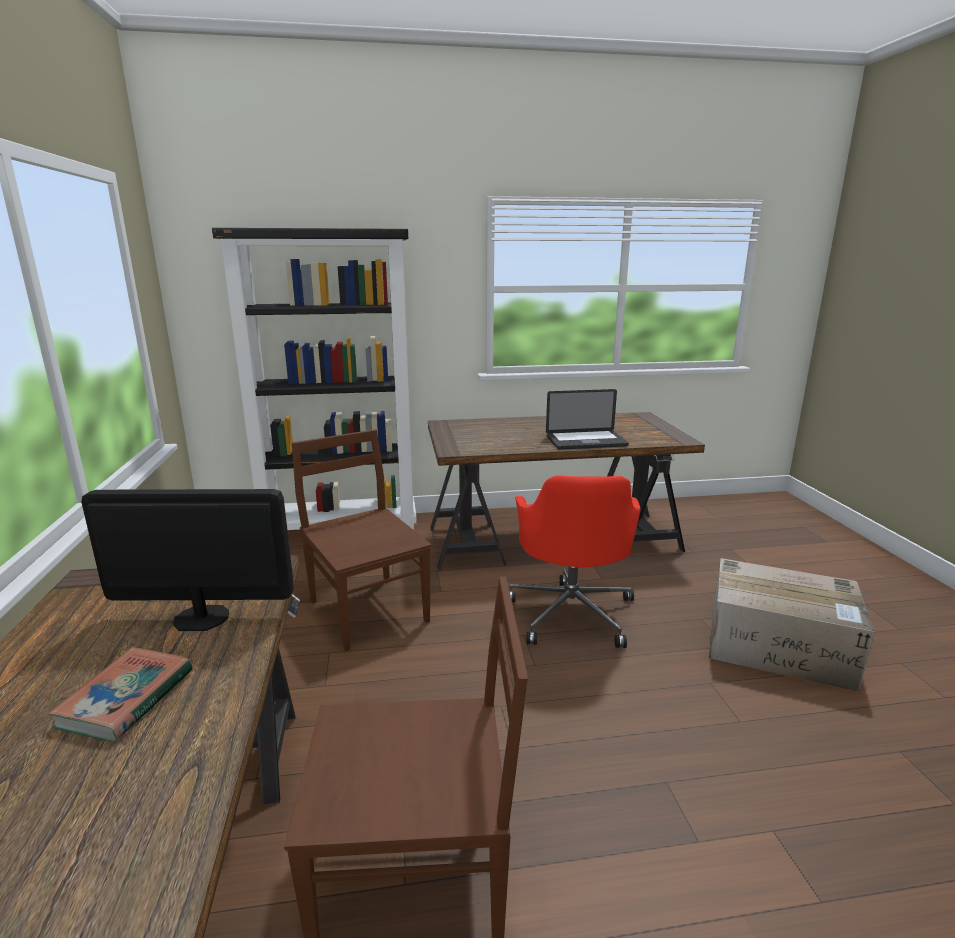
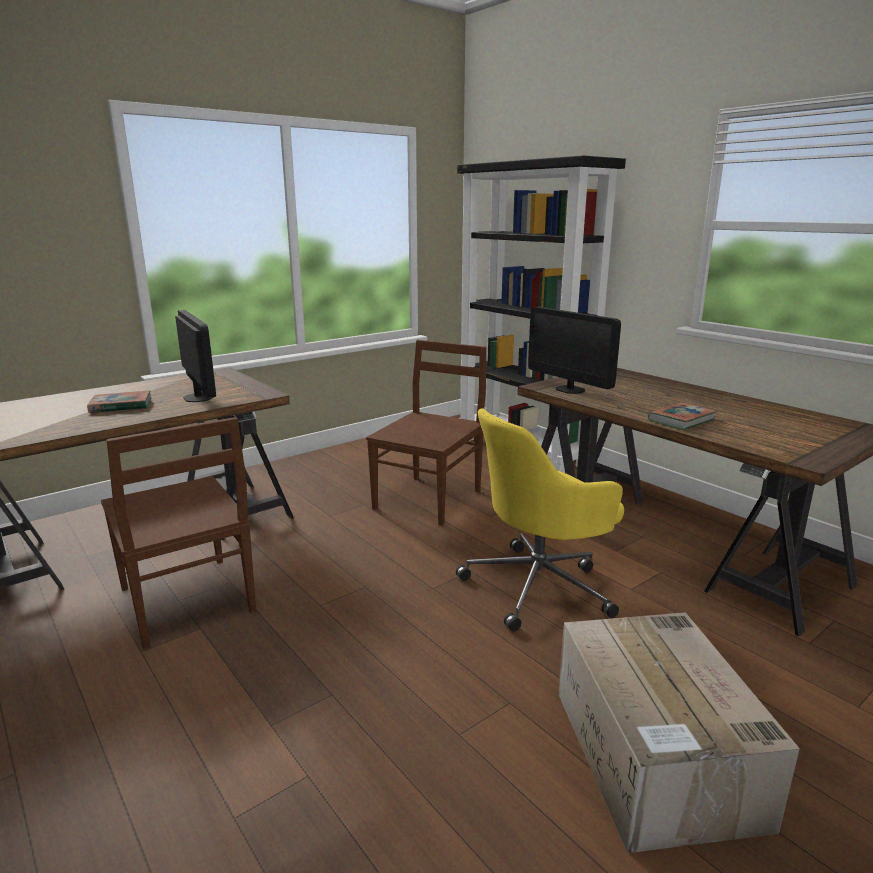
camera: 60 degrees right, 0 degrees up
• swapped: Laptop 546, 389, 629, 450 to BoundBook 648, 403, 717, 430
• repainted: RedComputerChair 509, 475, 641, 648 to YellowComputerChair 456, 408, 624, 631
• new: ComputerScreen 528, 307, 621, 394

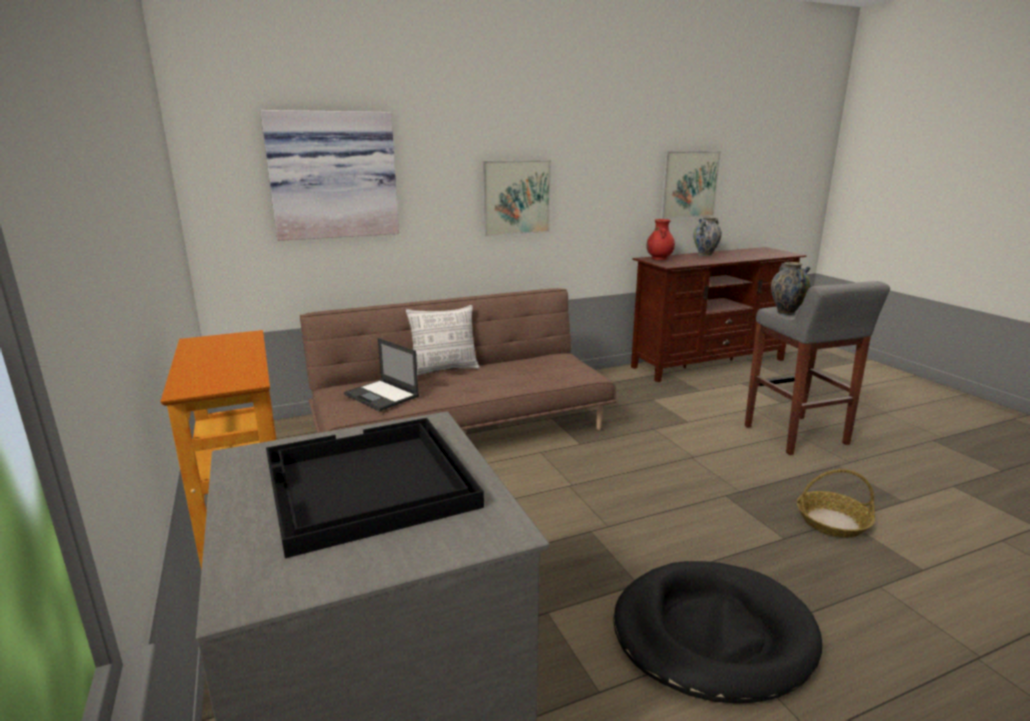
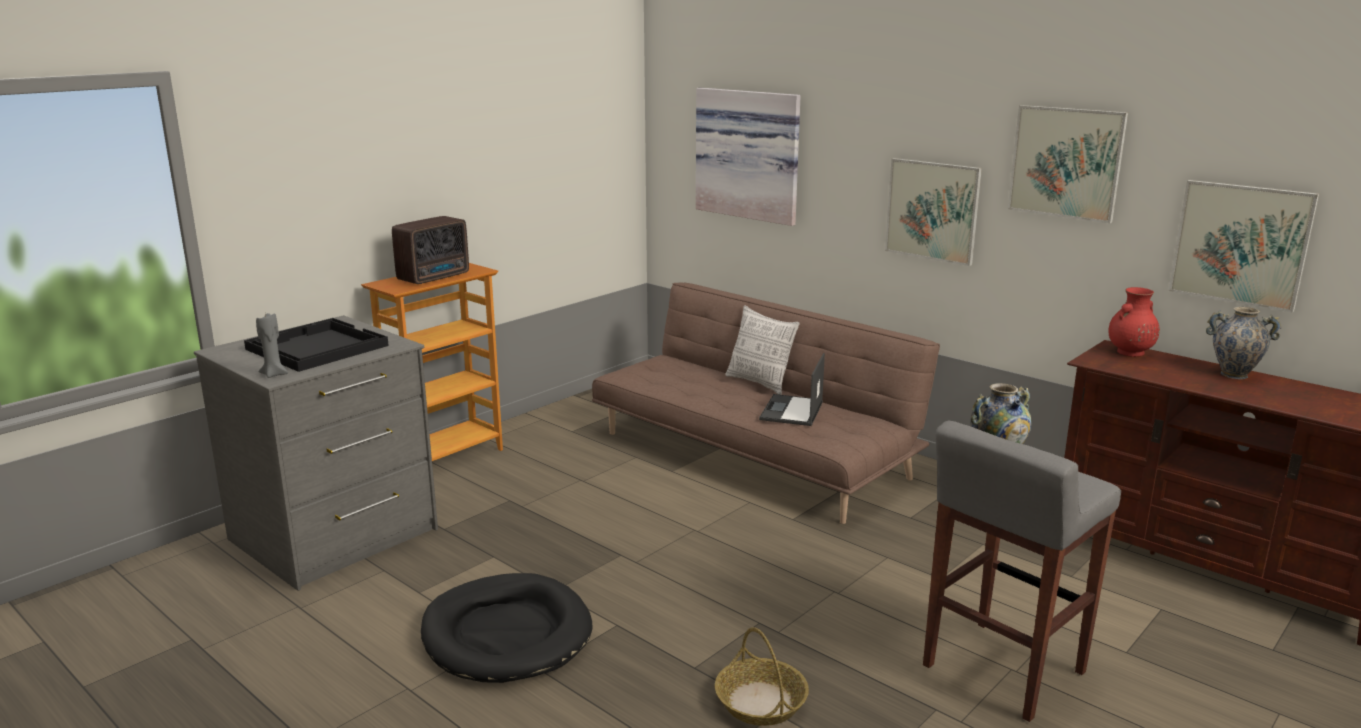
camera: 65 degrees right, 0 degrees up
• shifted: Laptop 344, 338, 419, 411 to 759, 353, 825, 426
• new: WallArt 1008, 105, 1128, 223
• new: RadioReceiver 392, 216, 469, 284
• new: GreyWaxCandle 256, 313, 288, 378

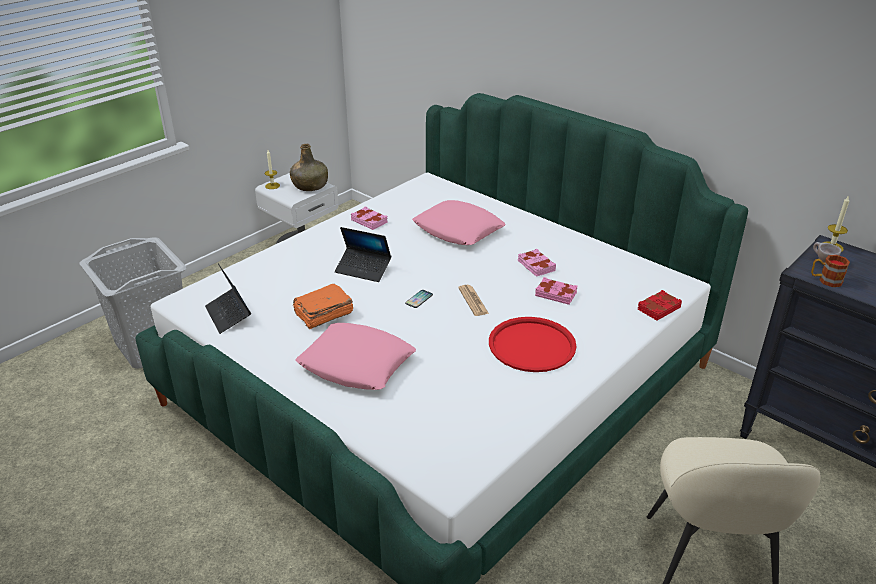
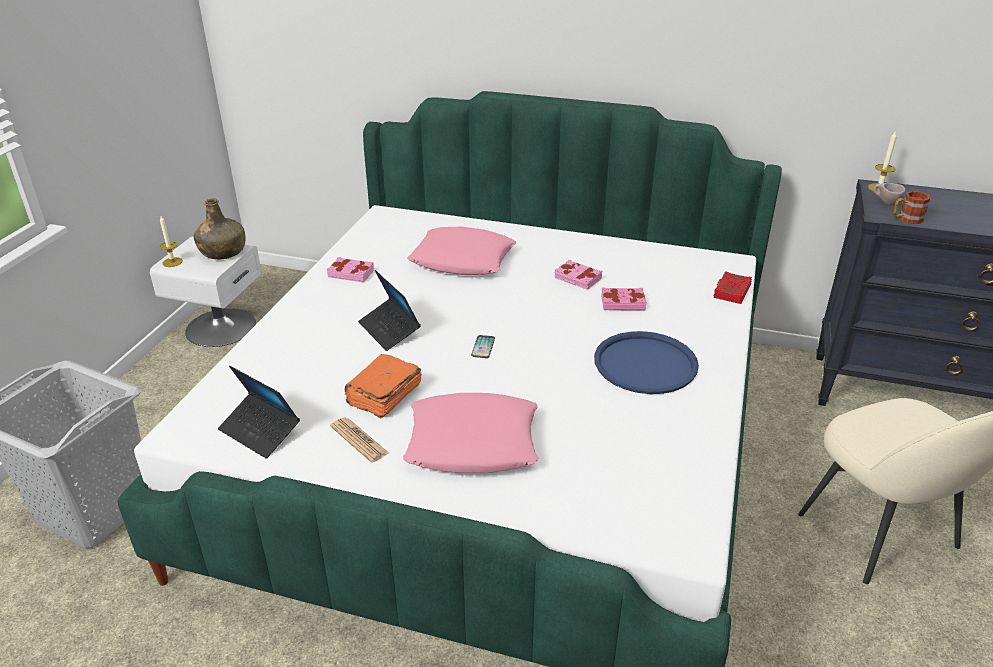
camera: 25 degrees left, 0 degrees up
• rotated: Laptop 335, 227, 391, 282 = 358, 270, 421, 351 60 degrees clockwise
• shifted: PrintedPaper 458, 285, 489, 316 to 330, 417, 389, 463
• repainted: RedServingTray 489, 317, 577, 372 to BlueServingTray 594, 331, 699, 394

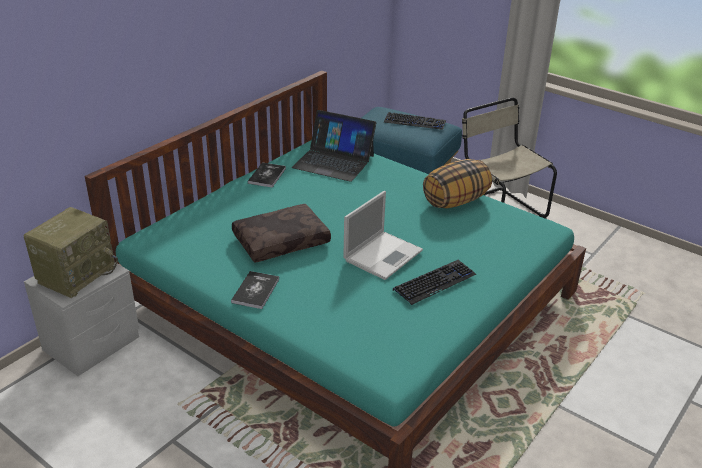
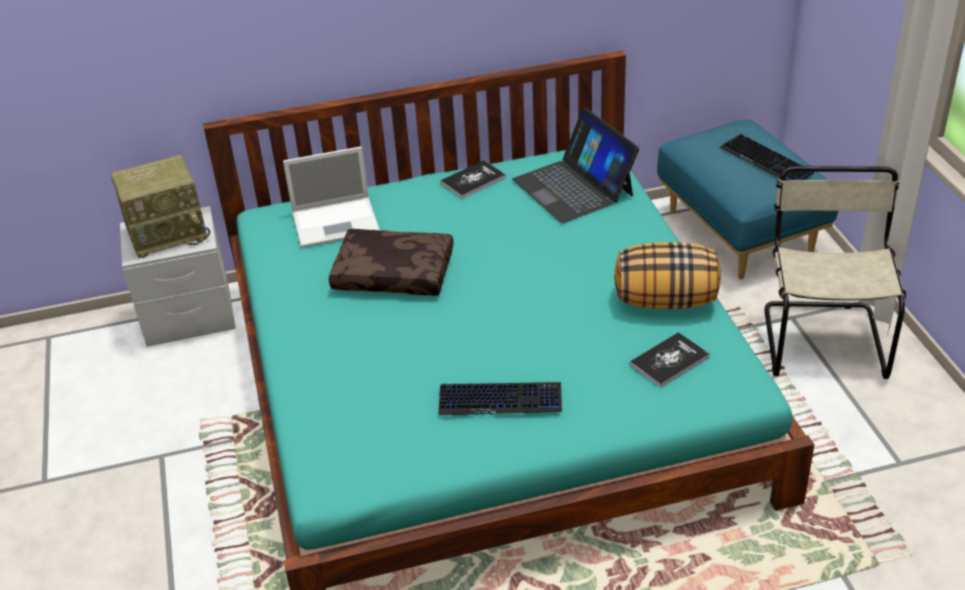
camera: 40 degrees right, 5 degrees up
• shifted: Laptop 343, 191, 423, 280 to 283, 146, 380, 248
• shifted: BoundBook 231, 271, 279, 309 to 630, 332, 710, 388

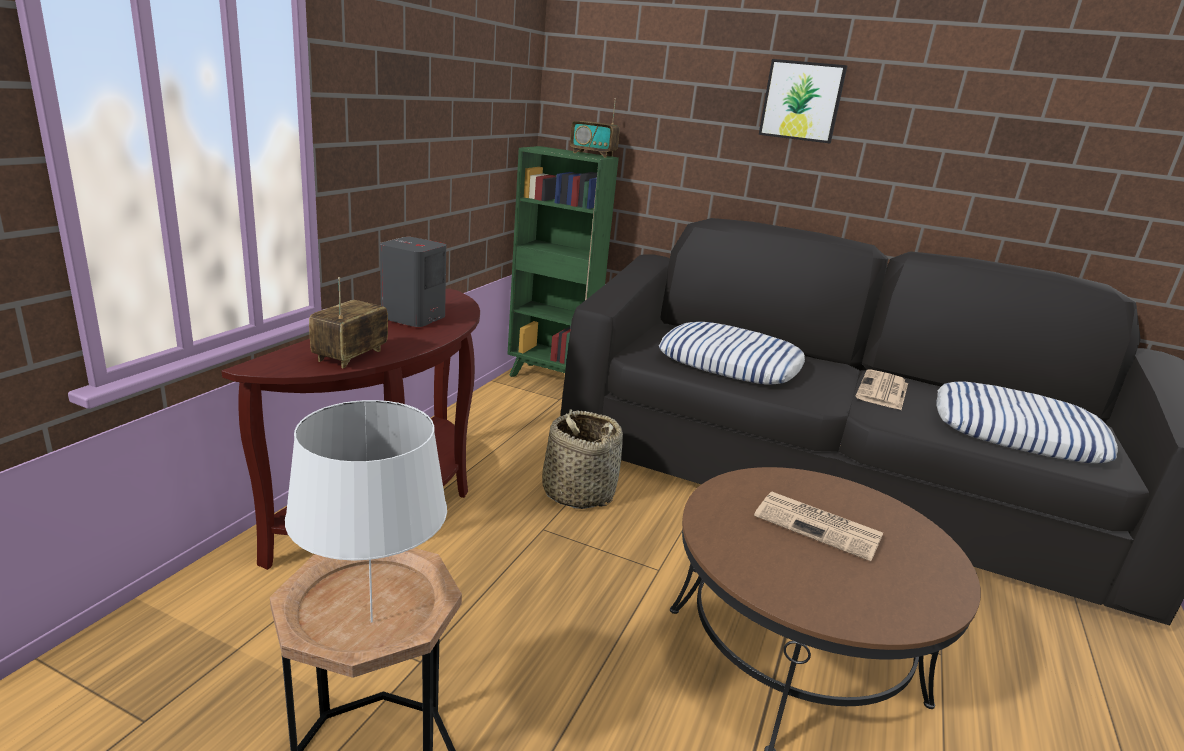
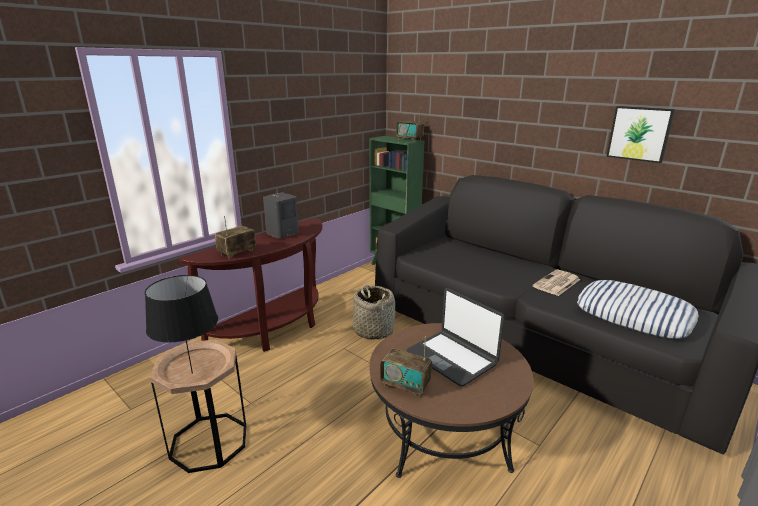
camera: 20 degrees right, 0 degrees up
• shifted: WallArt 759, 59, 847, 143 to 606, 106, 675, 163
• gone: ThrowPillow 659, 322, 805, 384
• repainted: WhiteColouredTabletopLamp 285, 400, 447, 623 to BlackishTabletopLamp 145, 275, 218, 374
• swapped: PrintedPaper 754, 492, 883, 561 to Laptop 407, 288, 505, 387
• new: RadioReceiver 380, 337, 432, 397

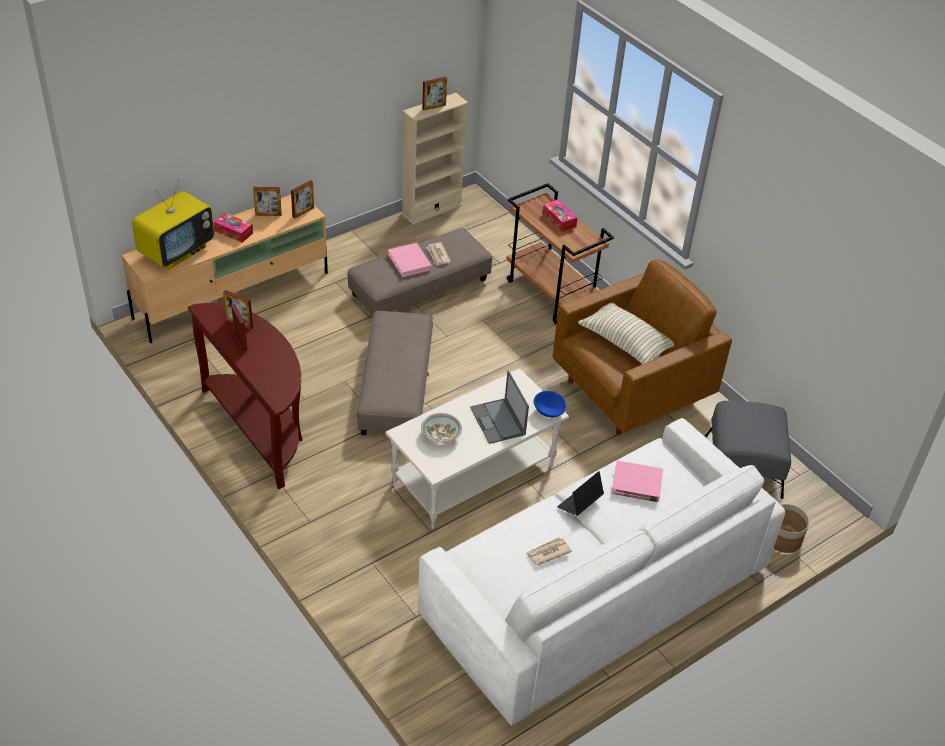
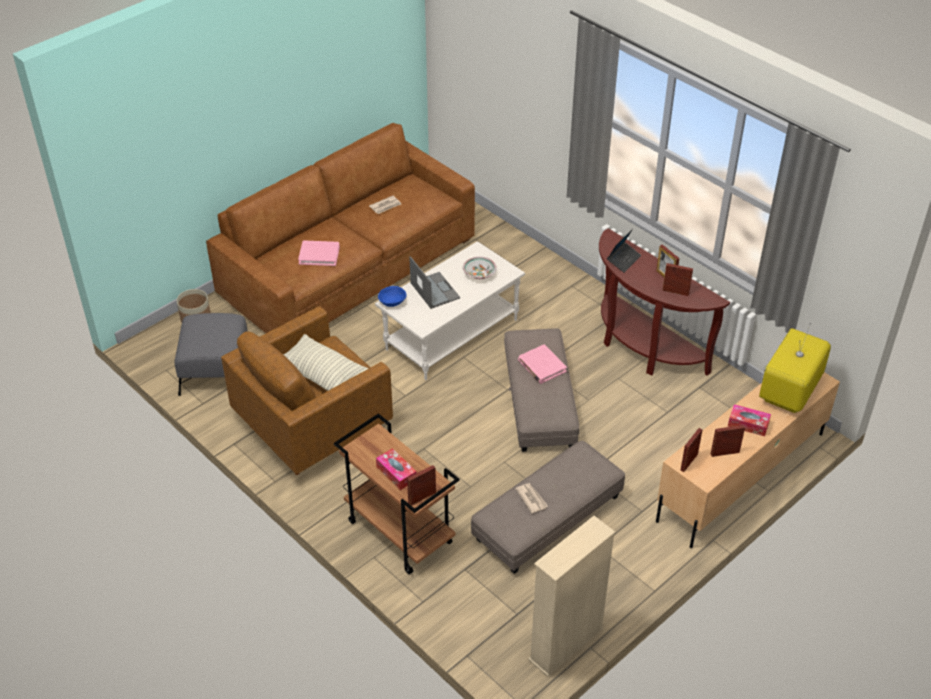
camera: 175 degrees right, 0 degrees up
• shifted: PictureFrame 422, 77, 447, 110 to 407, 465, 436, 506
• shifted: PinkBoundBook 388, 243, 432, 277 to 518, 344, 567, 384
• repainted: WhiteColouredSofa 418, 418, 785, 726 to BrownColouredSofa 206, 123, 475, 333
• shifted: Laptop 557, 471, 604, 516 to 607, 229, 641, 273

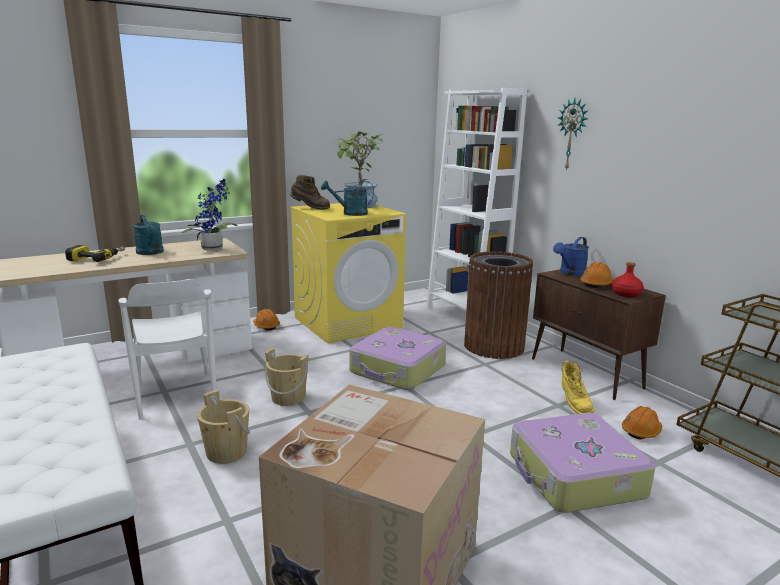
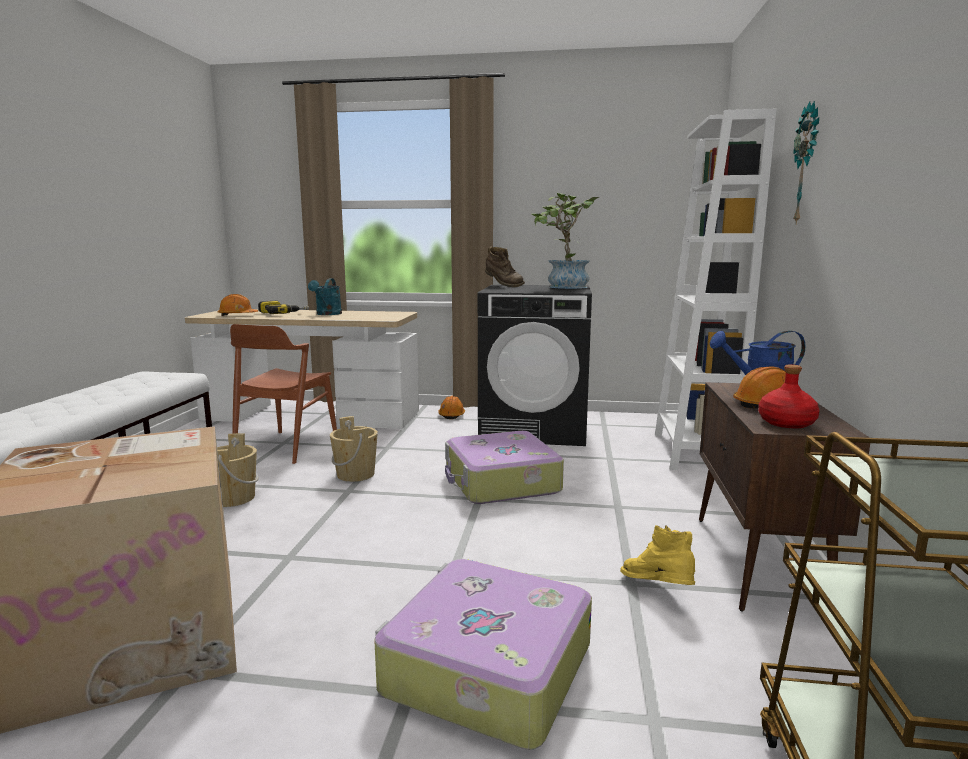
camera: 40 degrees right, 5 degrees down
• gone: Houseplant 181, 178, 238, 250
• gone: TurquoiseWateringPot 321, 180, 374, 216
• repainted: YellowLaundryMachine 290, 203, 406, 343 to BlackishLaundryMachine 478, 285, 592, 446
• gone: BrownColouredRubbishBin 464, 251, 533, 359
• repainted: WhiteColouredChair 119, 279, 217, 420 to BrownColouredChair 230, 324, 337, 464
• rotated: YellowBoot 561, 360, 595, 414 = 620, 525, 695, 585 120 degrees clockwise
• shifted: OrangeyWorkHelmet 622, 406, 662, 440 to 217, 294, 258, 316

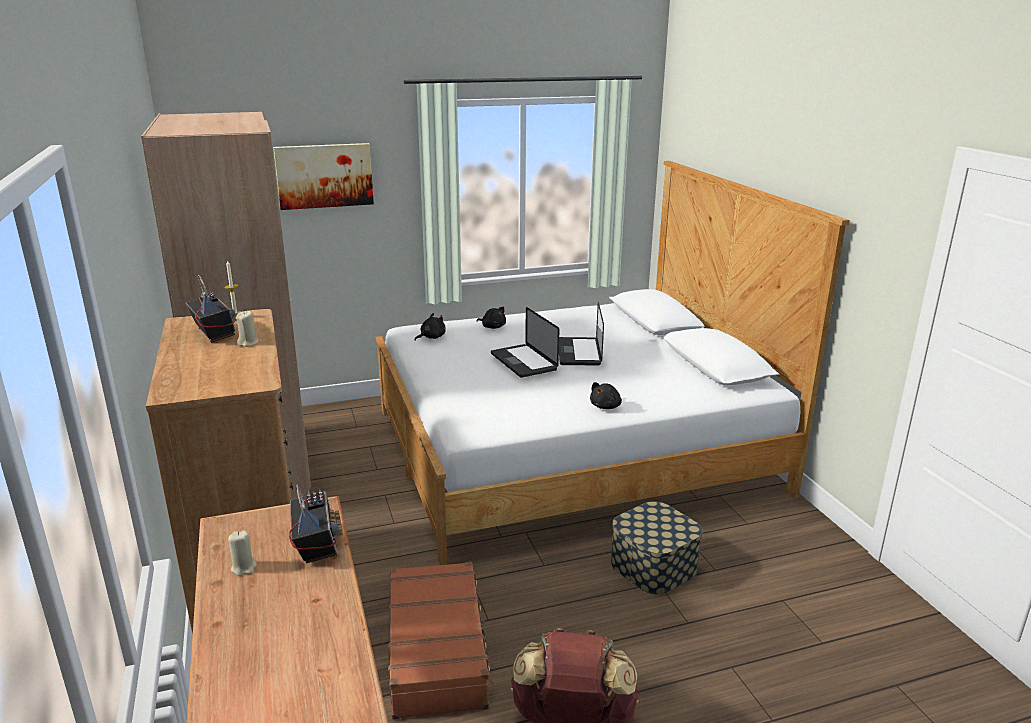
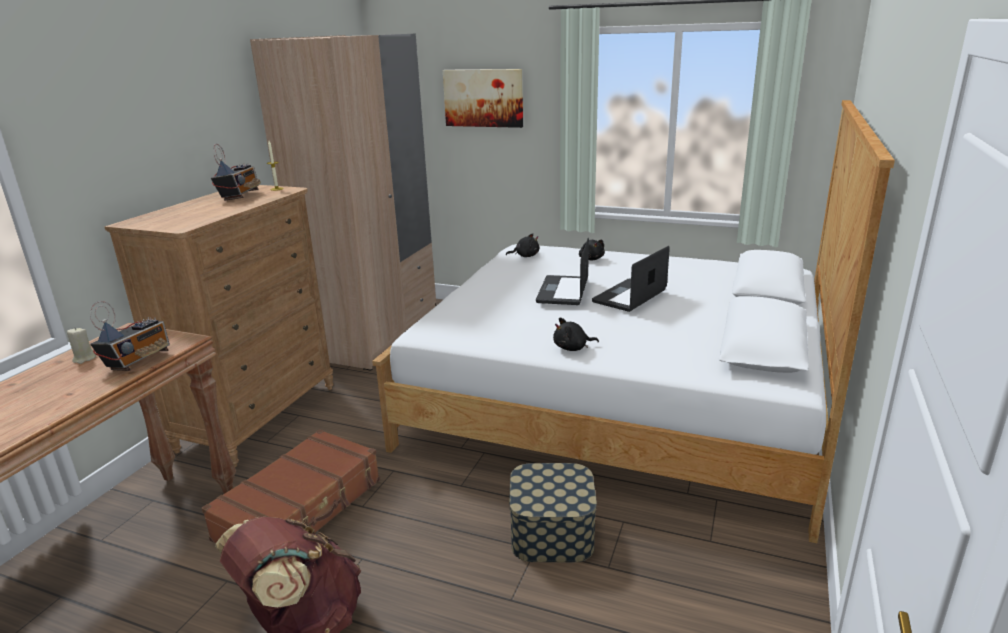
camera: 40 degrees right, 0 degrees up
• gone: SandColouredWaxCandle 236, 311, 258, 347

